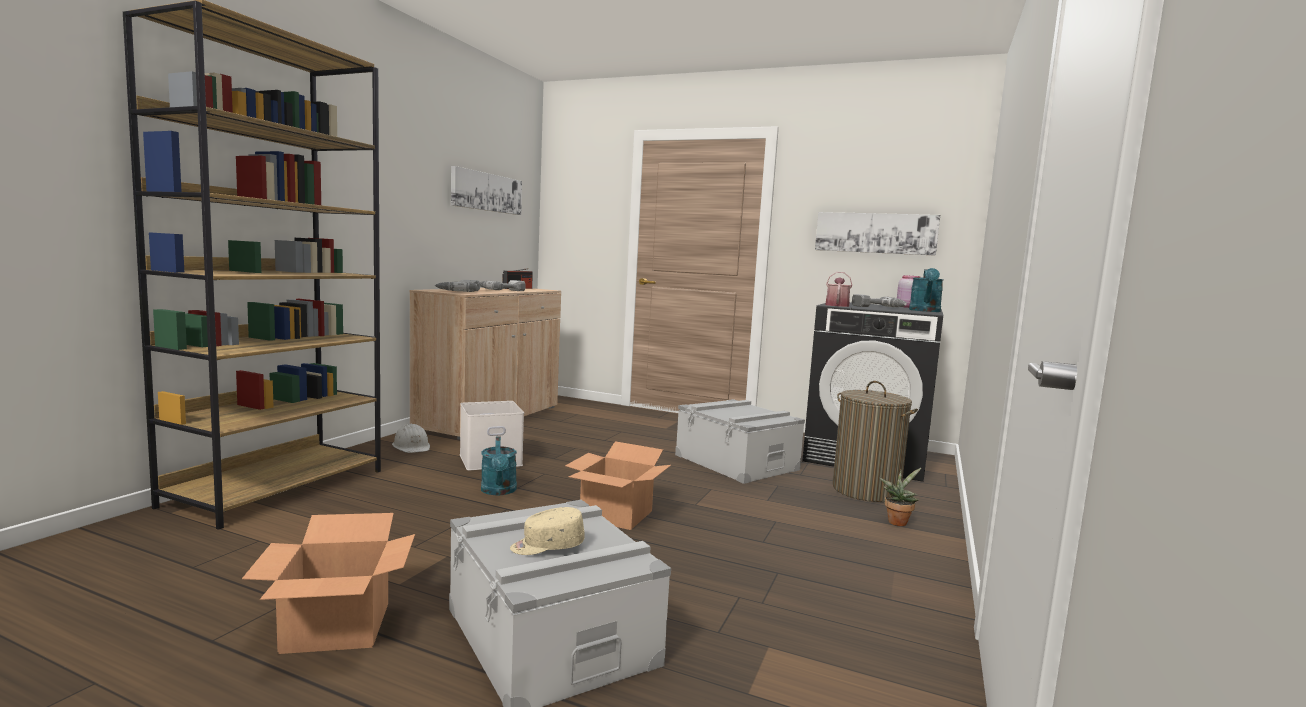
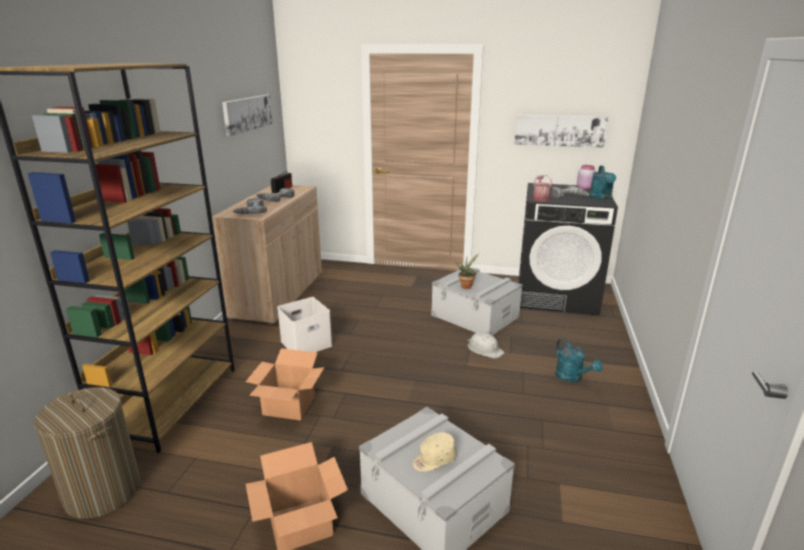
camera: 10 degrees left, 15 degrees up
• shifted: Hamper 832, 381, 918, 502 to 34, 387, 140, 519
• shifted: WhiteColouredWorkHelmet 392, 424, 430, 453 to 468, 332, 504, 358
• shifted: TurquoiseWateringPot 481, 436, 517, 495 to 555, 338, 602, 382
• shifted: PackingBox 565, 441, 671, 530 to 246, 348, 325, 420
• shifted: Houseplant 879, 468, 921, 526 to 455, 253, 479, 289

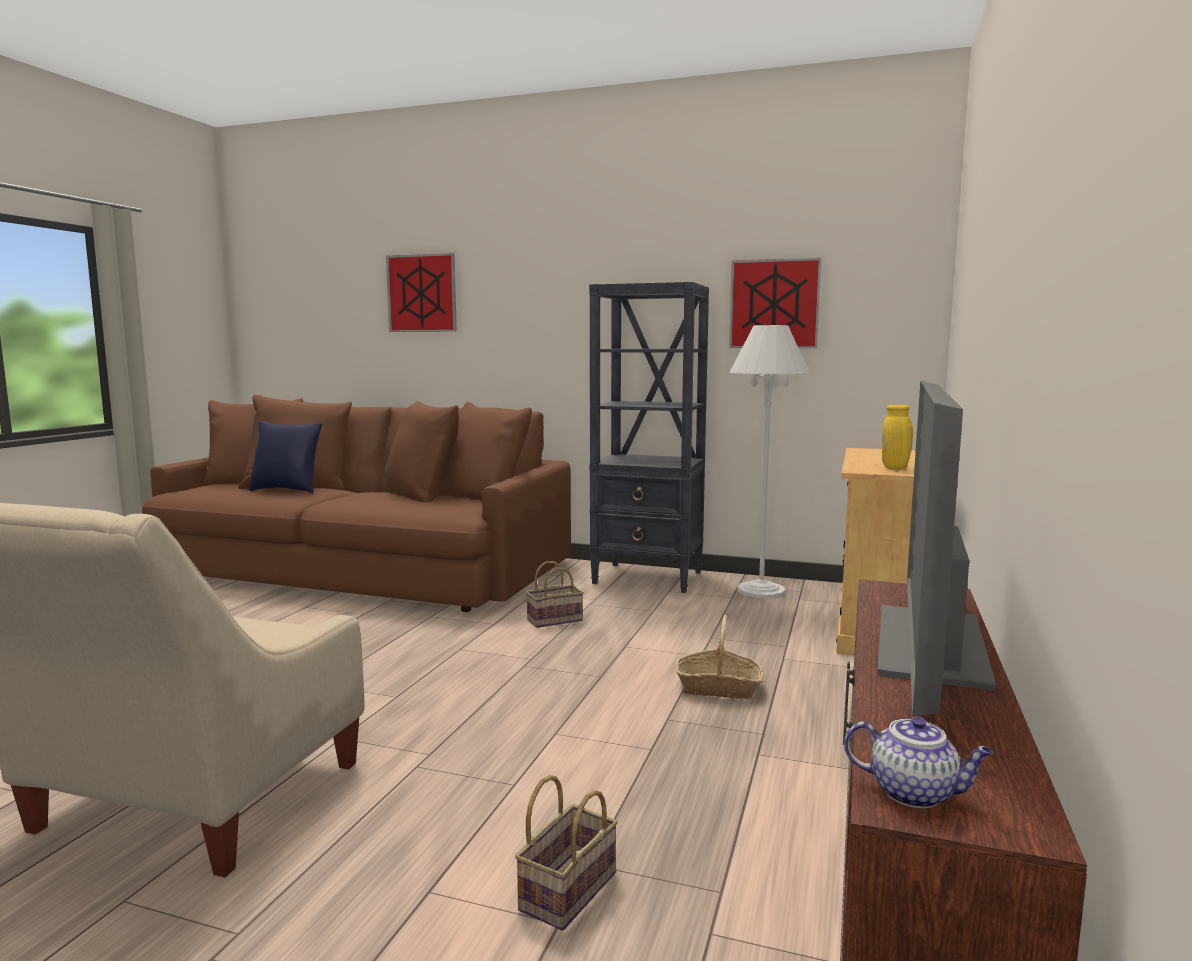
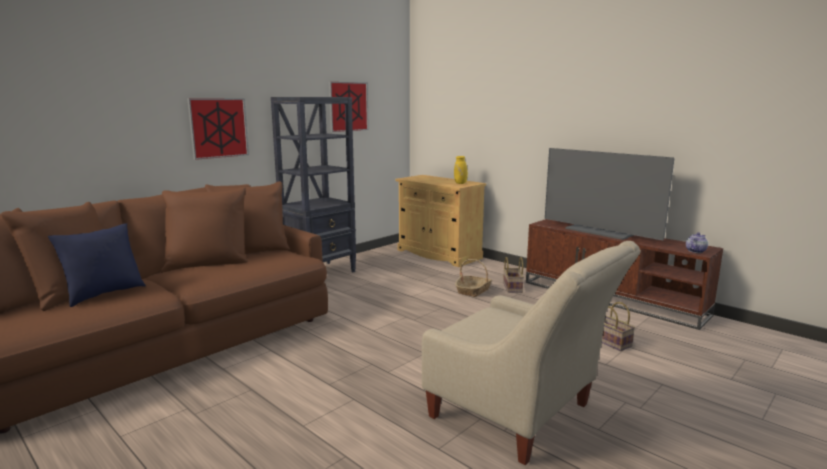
camera: 65 degrees left, 5 degrees up
• shifted: WallArt 386, 253, 457, 332 to 188, 99, 249, 160
• gone: WhiteColouredFloorLamp 729, 325, 809, 598
• shifted: StorageBasket 526, 561, 584, 628 to 503, 257, 524, 293

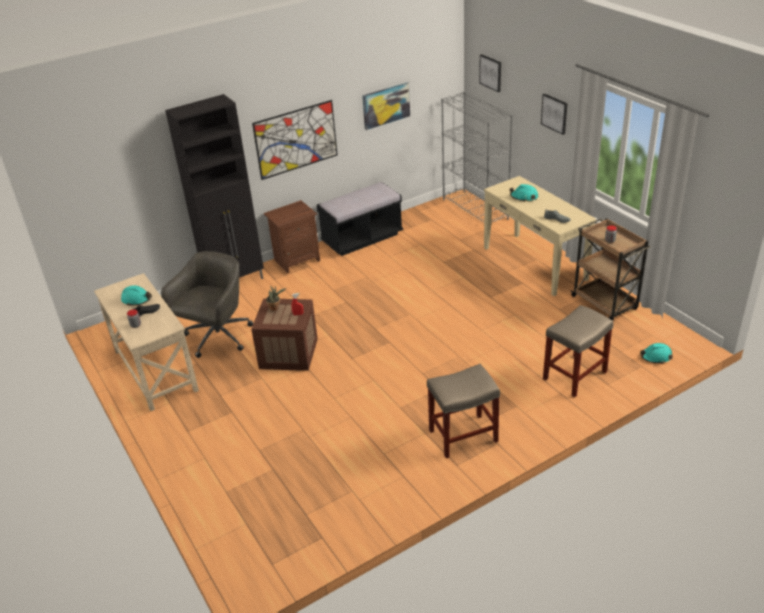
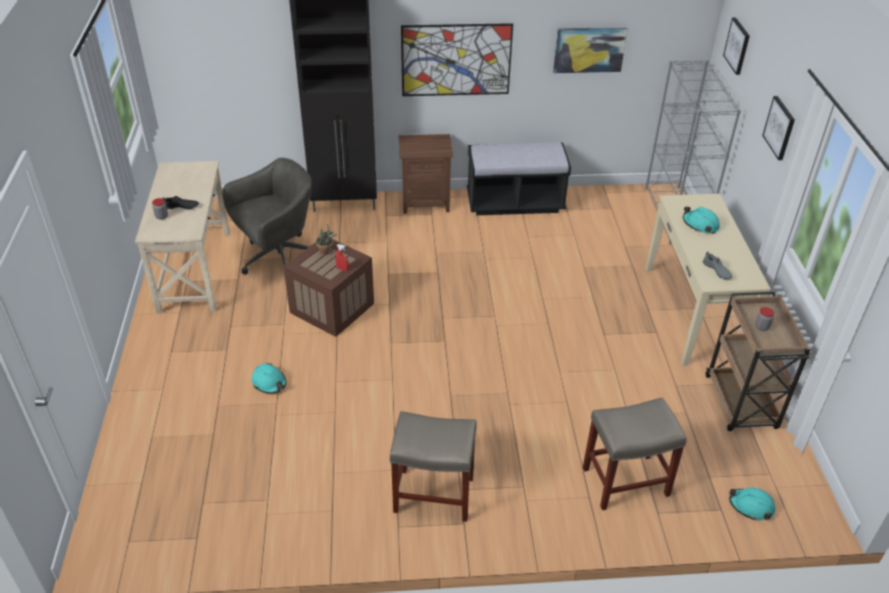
camera: 25 degrees right, 5 degrees up
• shifted: TurquoiseWorkHelmet 121, 285, 152, 306 to 252, 363, 287, 394

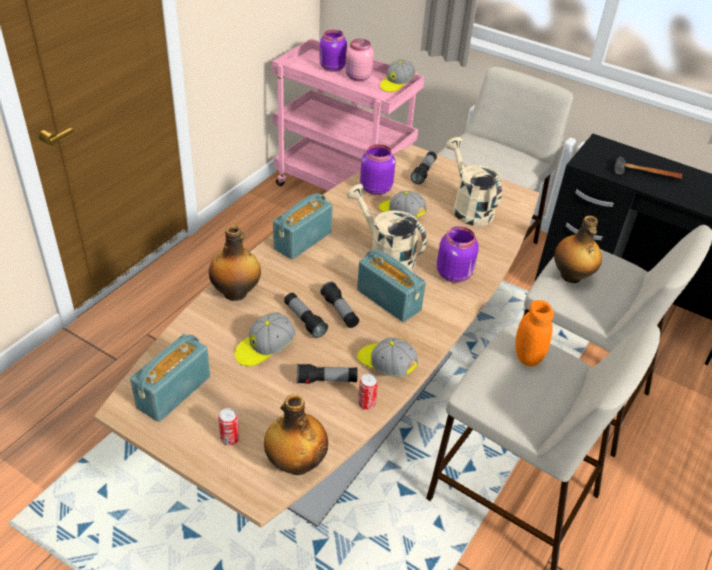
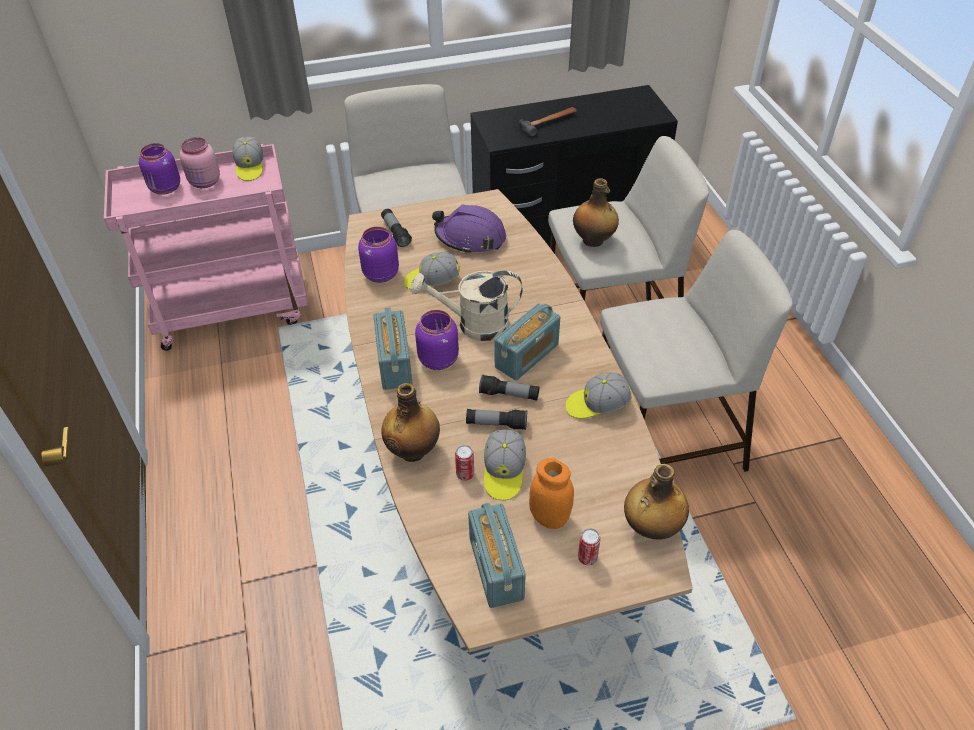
camera: 45 degrees left, 5 degrees up
• swapped: SandColouredWateringPot 446, 137, 502, 226 to PurplishWorkHelmet 432, 205, 506, 254
• shifted: PurplishStorageJar 437, 226, 479, 283 to 415, 310, 459, 370
• rotated: RadioReceiver 357, 250, 426, 322 = 494, 304, 560, 381 135 degrees clockwise
• shifted: OrangeyStorageJar 515, 300, 554, 366 to 529, 458, 574, 529
• gone: Torch 297, 364, 358, 384
• shifted: SealedCan 358, 374, 378, 410 to 455, 445, 474, 481

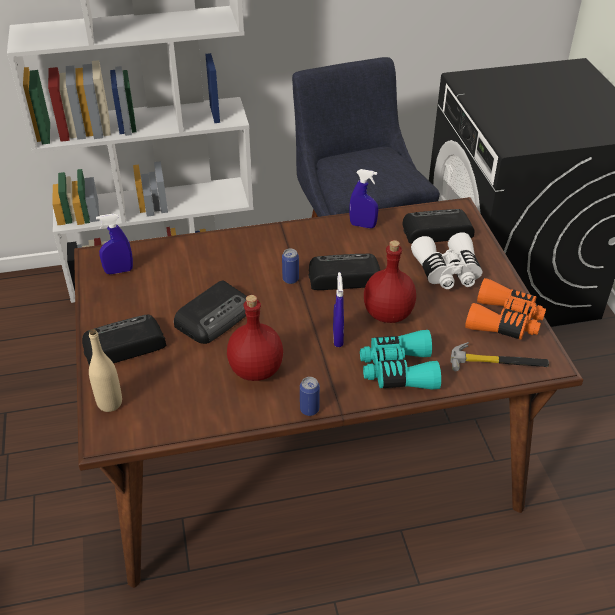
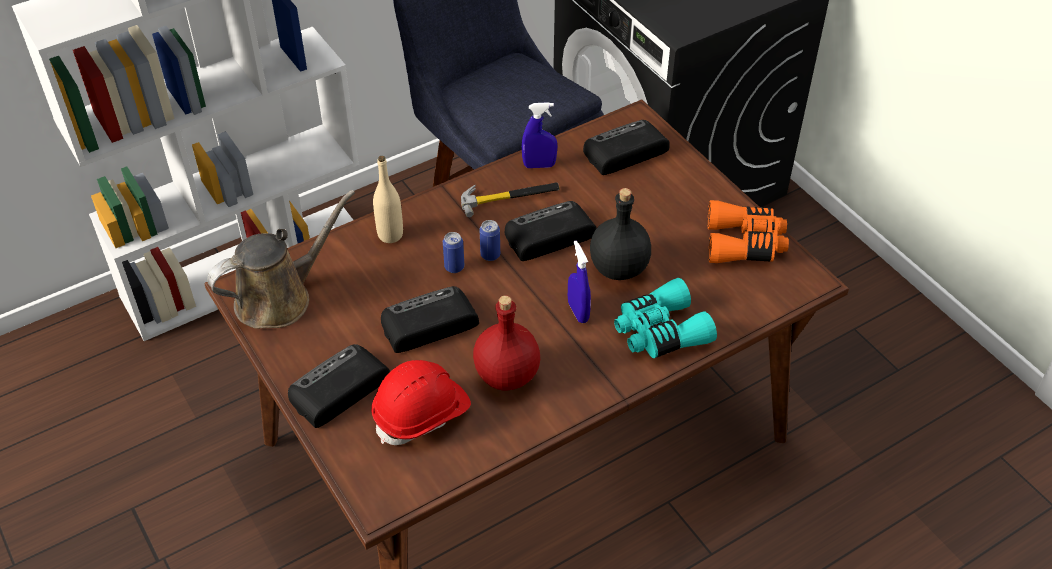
camera: 20 degrees left, 5 degrees up
• swapped: BlueSprayBottle 96, 214, 133, 275 to BrownColouredWateringPot 207, 190, 355, 329
• gone: WhiteColouredFieldGlasses 411, 232, 482, 289
• repainted: RedBeverageBottle 364, 240, 416, 323 to BlackishBeverageBottle 590, 188, 651, 280
• rotated: RadioReceiver 174, 280, 247, 344 = 381, 286, 479, 353 135 degrees counterclockwise
• shifted: SandColouredBeverageBottle 89, 329, 122, 412 to 373, 156, 403, 243
• shifted: ToolHammer 451, 342, 549, 372 to 461, 182, 560, 217
• shifted: SealedCan 300, 377, 320, 416 to 443, 232, 464, 273
• new: RedWorkHelmet 371, 360, 471, 445

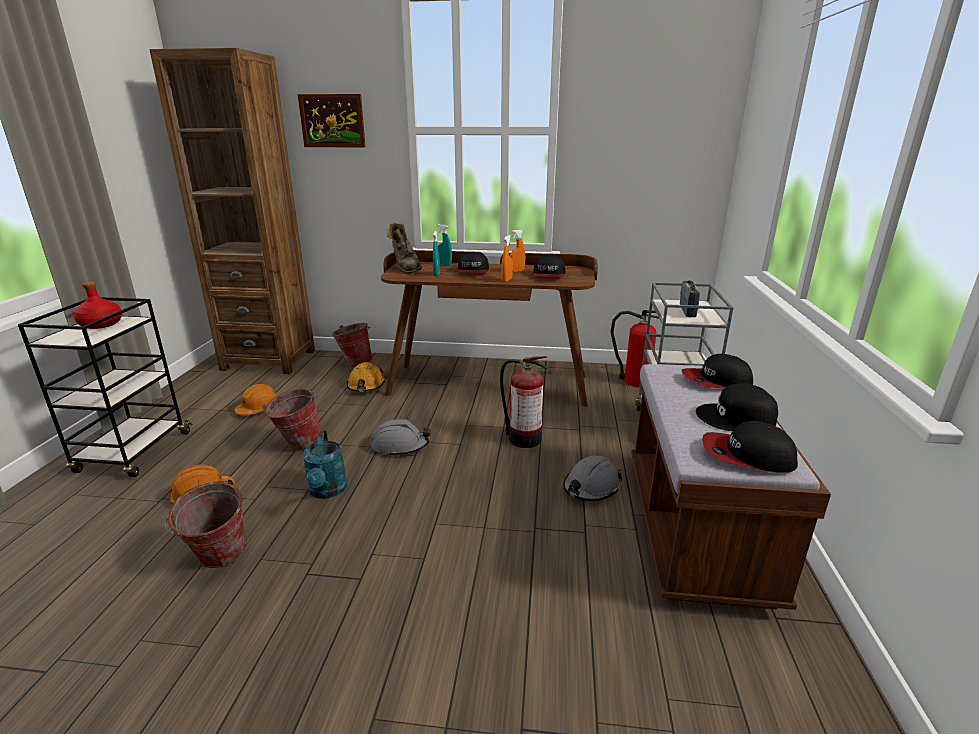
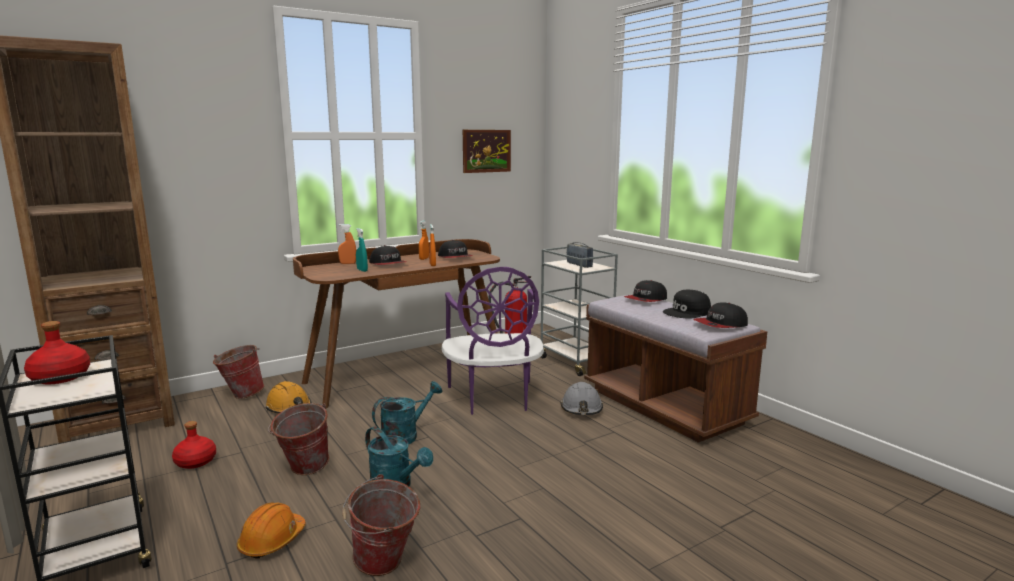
camera: 40 degrees left, 10 degrees down
• shifted: WallArt 298, 94, 366, 147 to 463, 130, 511, 173
• gone: BrownColouredBoot 387, 222, 422, 274
• repainted: TurquoiseSprayBottle 437, 224, 452, 266 to OrangeySprayBottle 338, 224, 356, 264
• swapped: FireExtinguisher 500, 356, 548, 448 to PurplishChair 441, 267, 544, 415
• swapped: OrangeyWorkHelmet 234, 384, 277, 416 to RedBeverageBottle 172, 421, 216, 469
• swapped: GreyWorkHelmet 371, 419, 431, 457 to TurquoiseWateringPot 372, 381, 442, 445

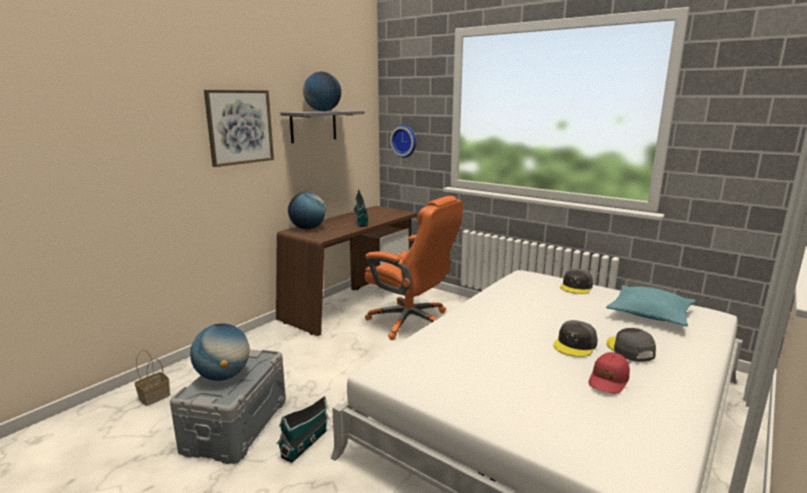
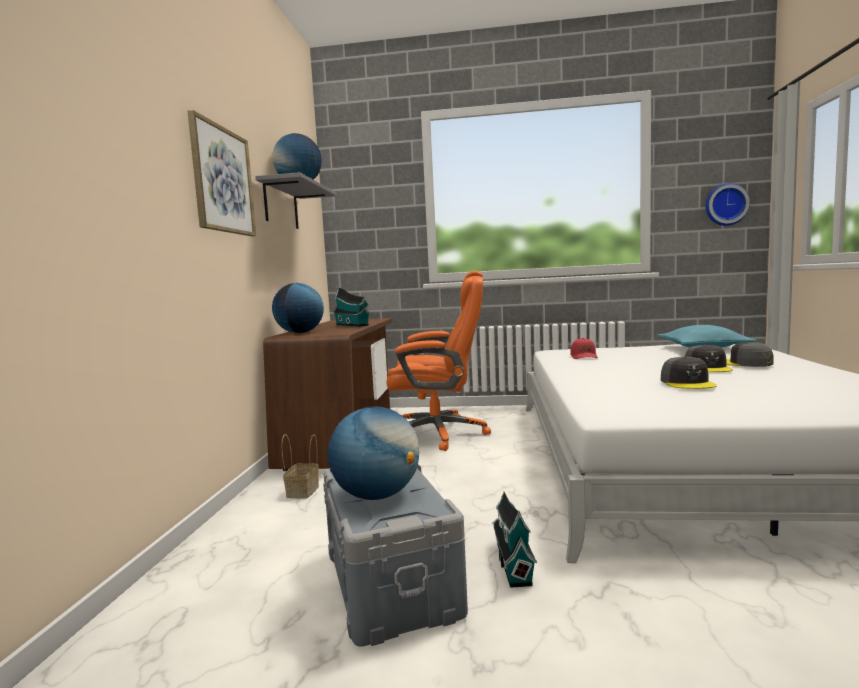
camera: 30 degrees left, 10 degrees down
• shifted: WallClock 390, 125, 416, 158 to 706, 183, 750, 226
• shifted: GreyBaseballCap 560, 269, 593, 294 to 661, 356, 717, 389
• shifted: StorageBasket 135, 350, 170, 406 to 282, 434, 319, 498
• shifted: RedBaseballCap 589, 352, 630, 394 to 570, 338, 598, 359

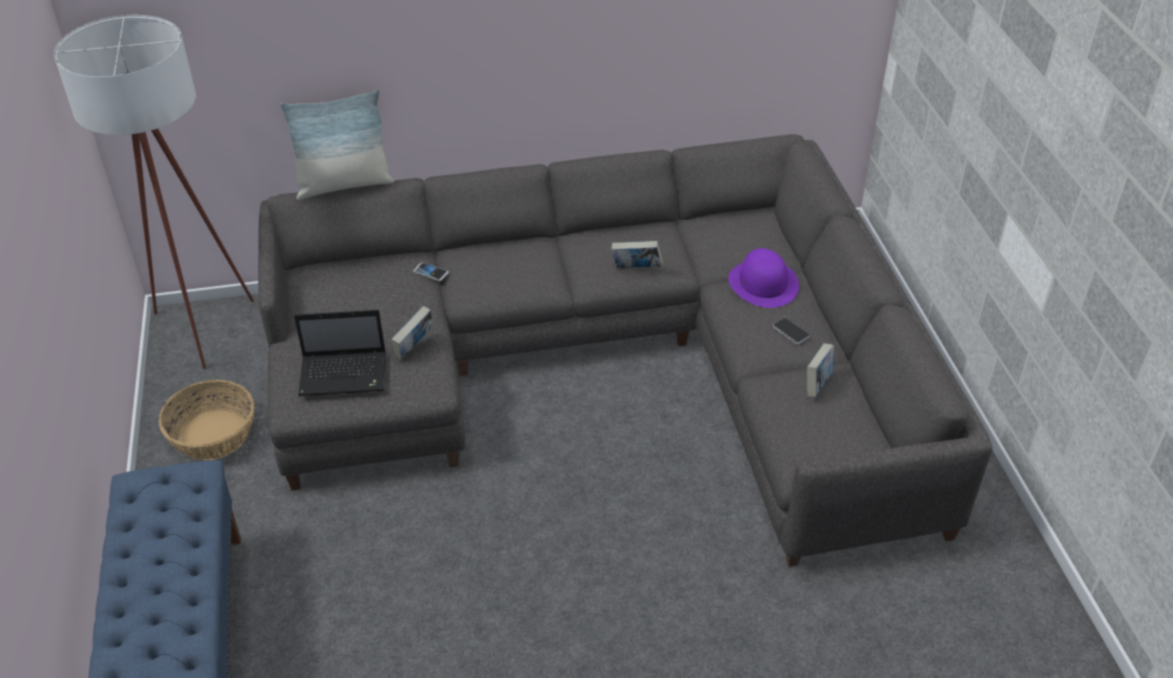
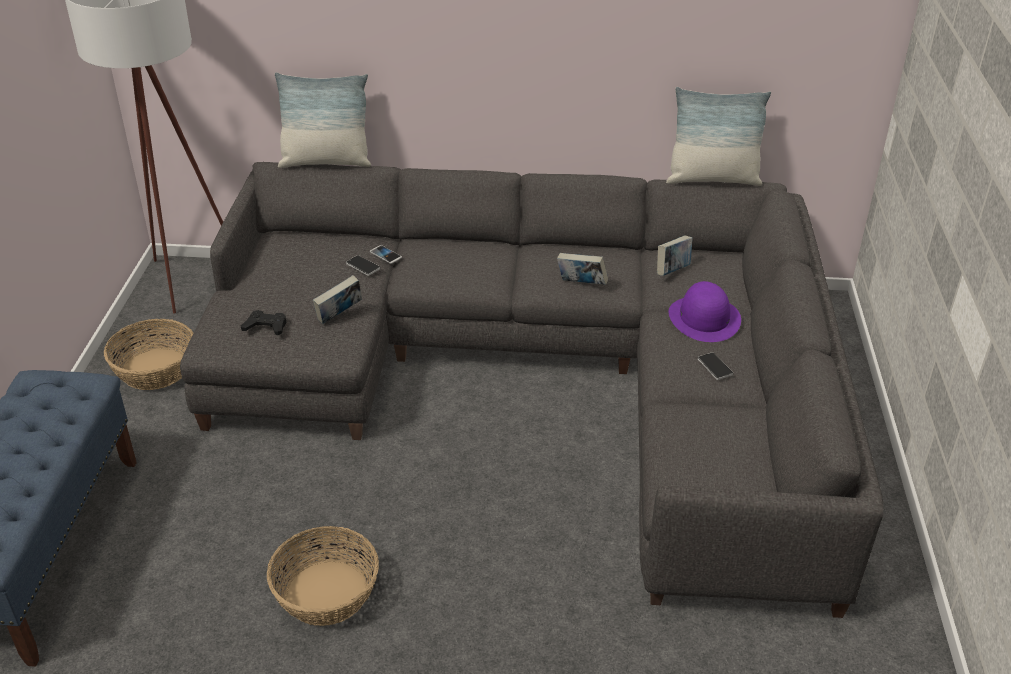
camera: 15 degrees right, 5 degrees down
• swapped: Laptop 294, 310, 386, 396 to BlackishGamepad 241, 310, 286, 335
• shifted: BoundBook 807, 343, 834, 397 to 657, 235, 693, 276
• new: ThrowPillow 666, 87, 771, 186
• new: Phone 346, 255, 380, 276
• new: StorageBasket 267, 526, 379, 626

